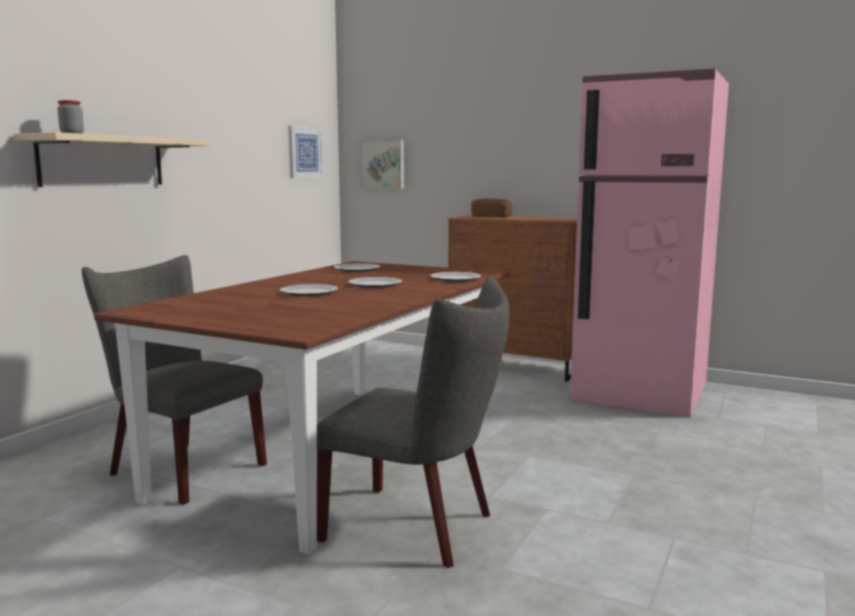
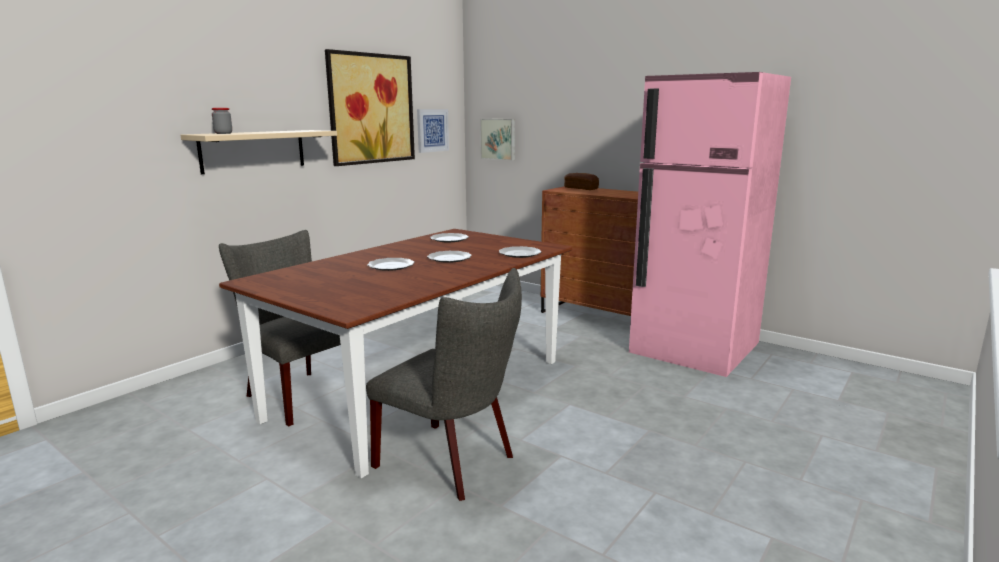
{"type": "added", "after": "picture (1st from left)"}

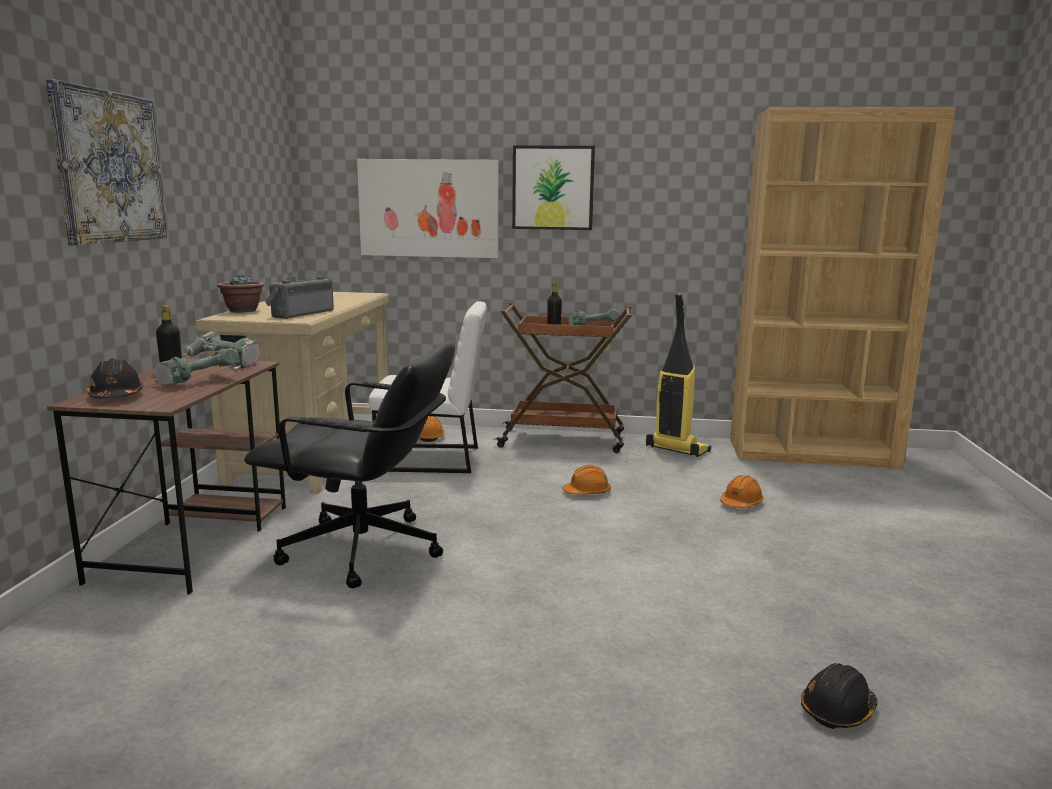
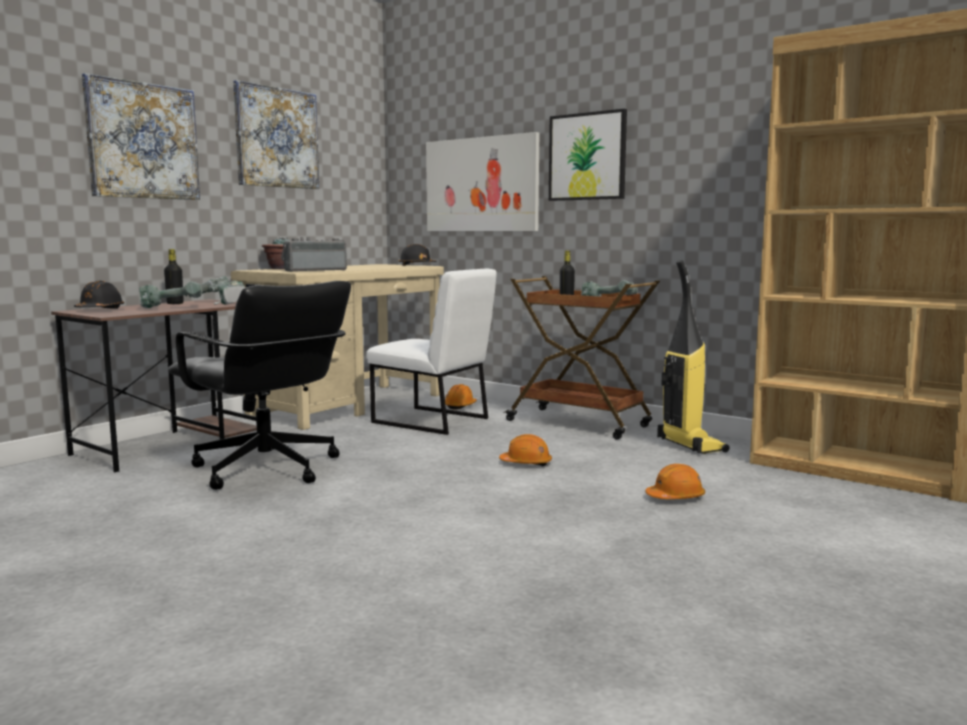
{"type": "moved", "before": "hard hat (black) (2nd from left)"}
{"type": "added", "after": "picture (2nd from left)"}

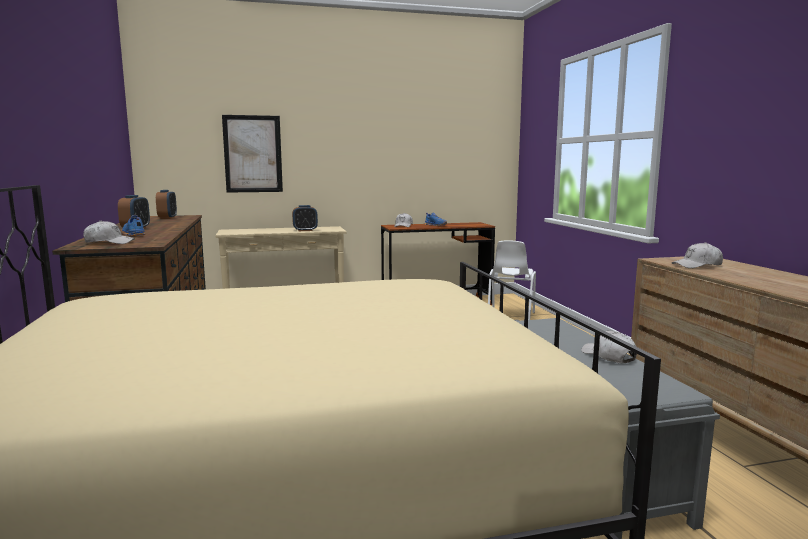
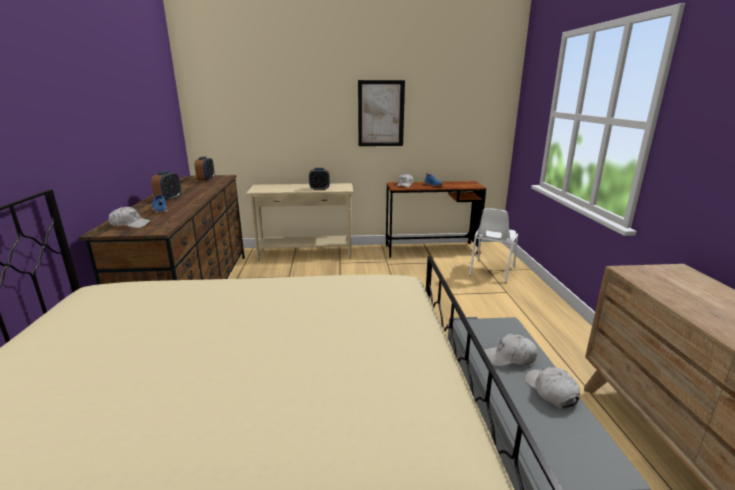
{"type": "moved", "before": "picture"}
{"type": "moved", "before": "cap (white) (4th from left in the first image)", "after": "cap (white) (3rd from left)"}

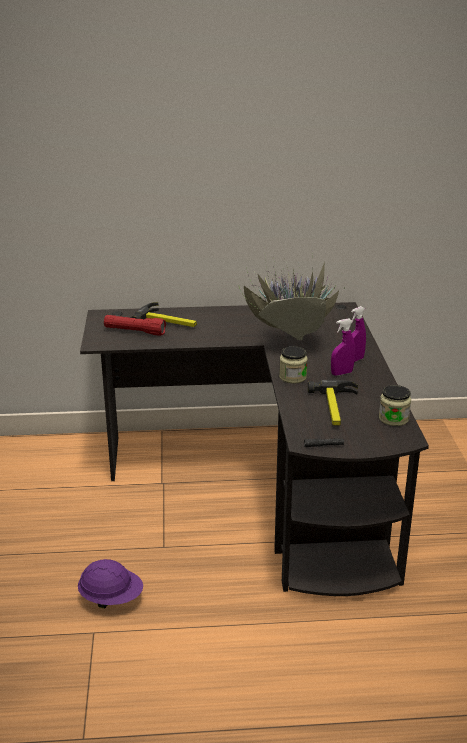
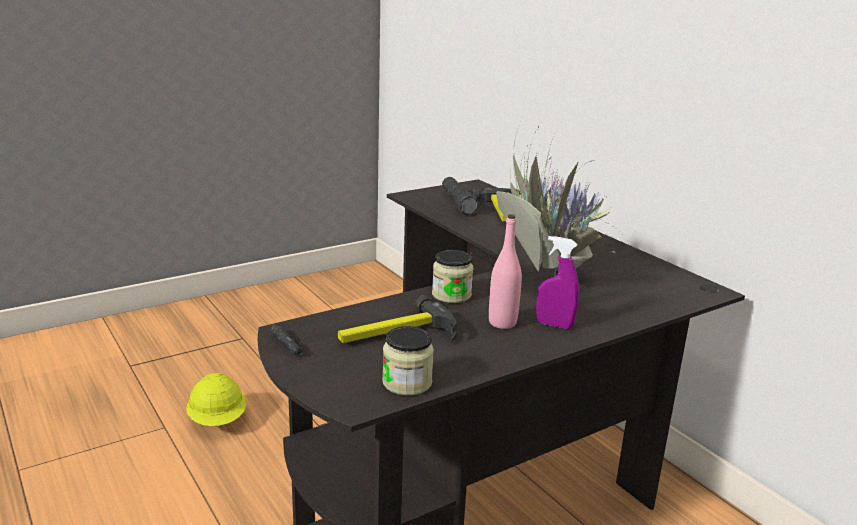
{"type": "recoloured", "before": "flashlight (red)", "after": "flashlight (black) (2nd from left)"}
{"type": "replaced", "before": "spray bottle (purple) (1st from left)", "after": "bottle (pink)"}
{"type": "recoloured", "before": "hard hat (purple)", "after": "hard hat (yellow)"}

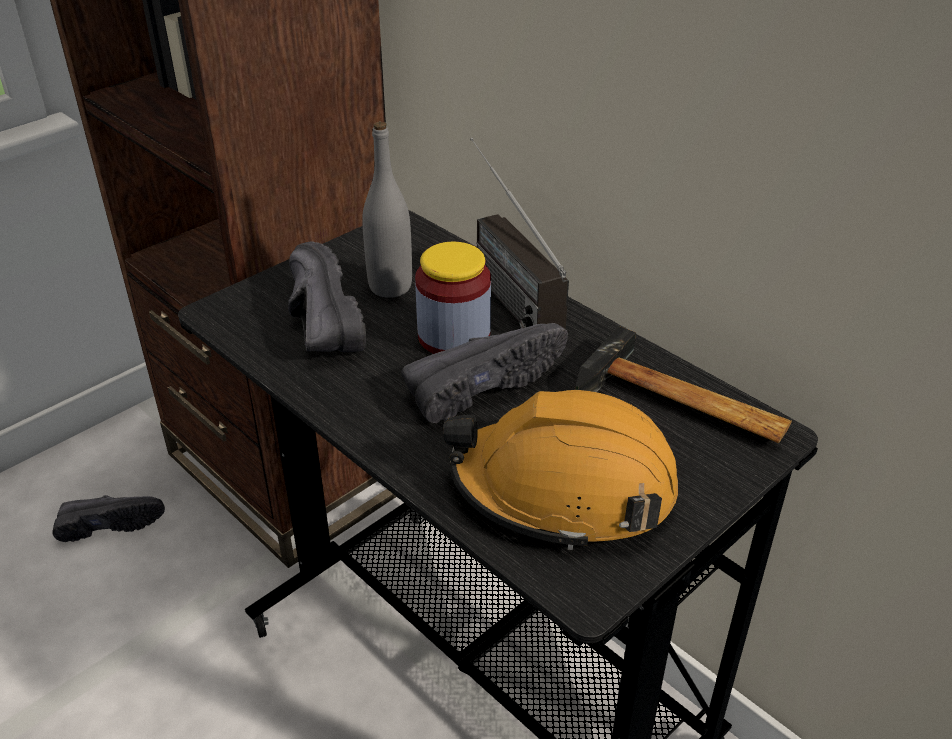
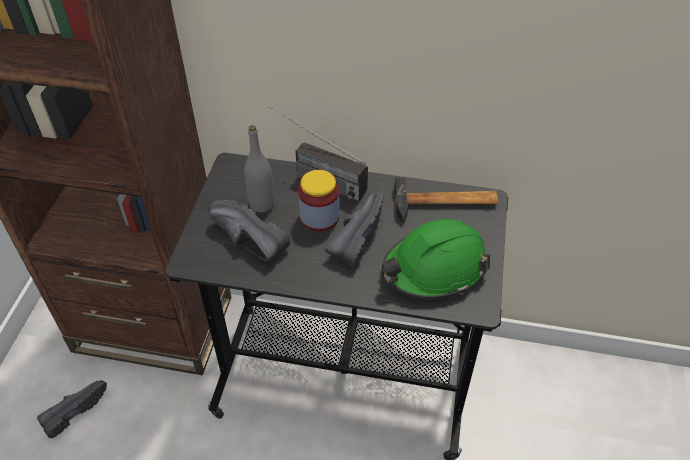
{"type": "recoloured", "before": "hard hat (orange)", "after": "hard hat (green)"}

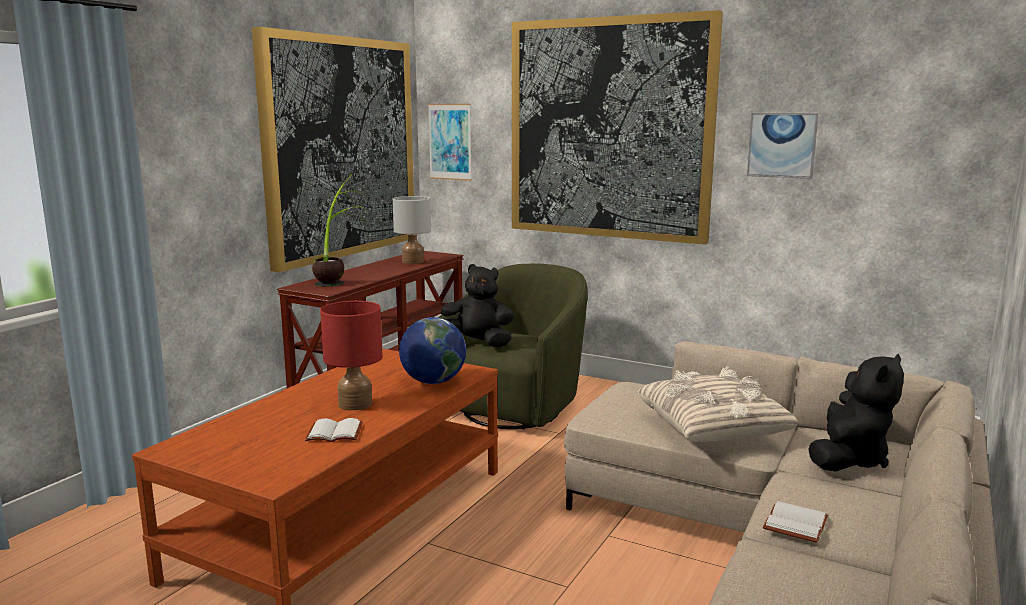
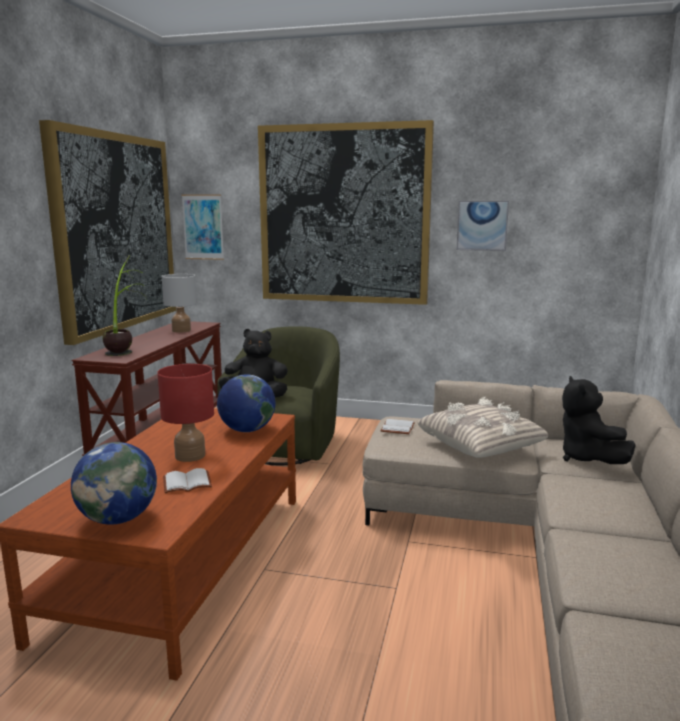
{"type": "turned", "before": "plush toy (black) (2nd from left)", "turn": 150}
{"type": "moved", "before": "book (white) (2nd from left)"}
{"type": "added", "after": "globe (1st from left)"}

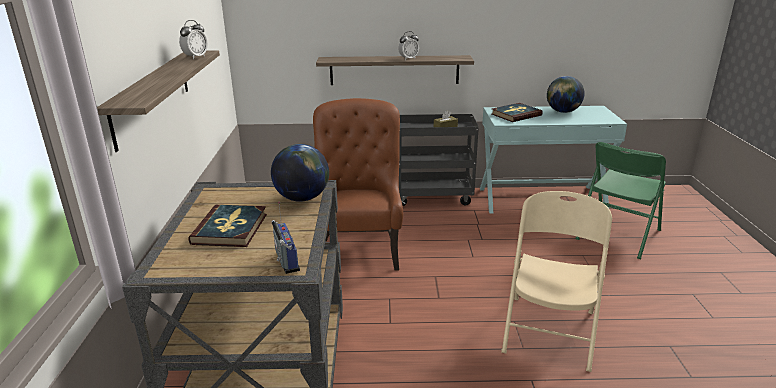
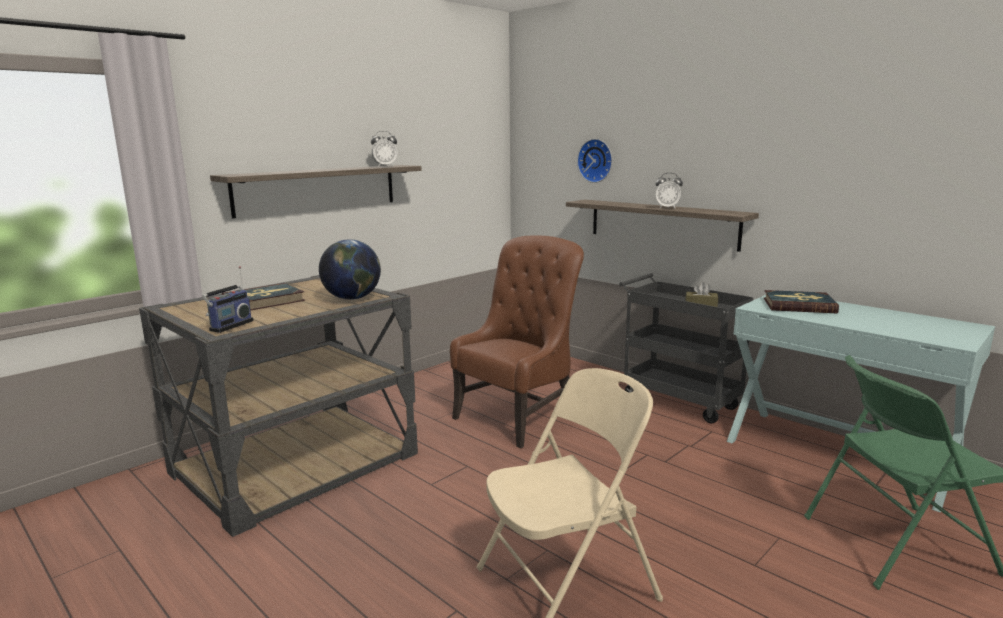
{"type": "removed", "before": "globe (2nd from left)"}
{"type": "added", "after": "wall clock"}

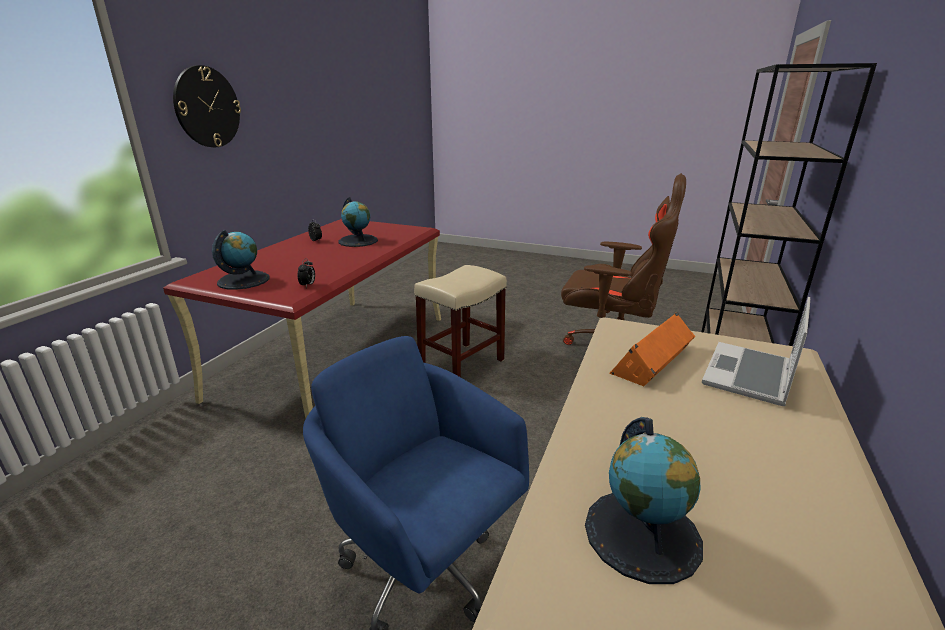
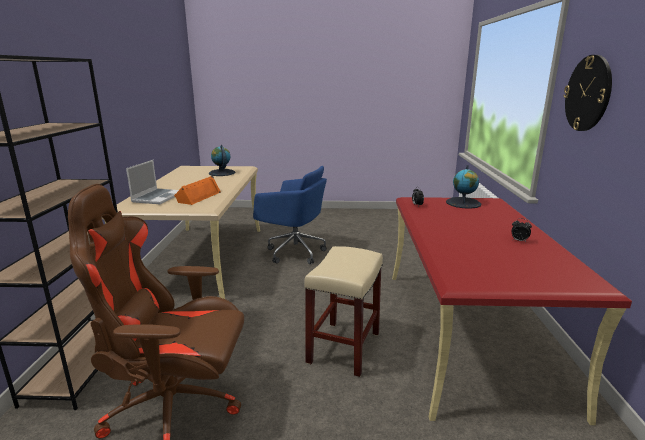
{"type": "removed", "before": "globe (2nd from left)"}

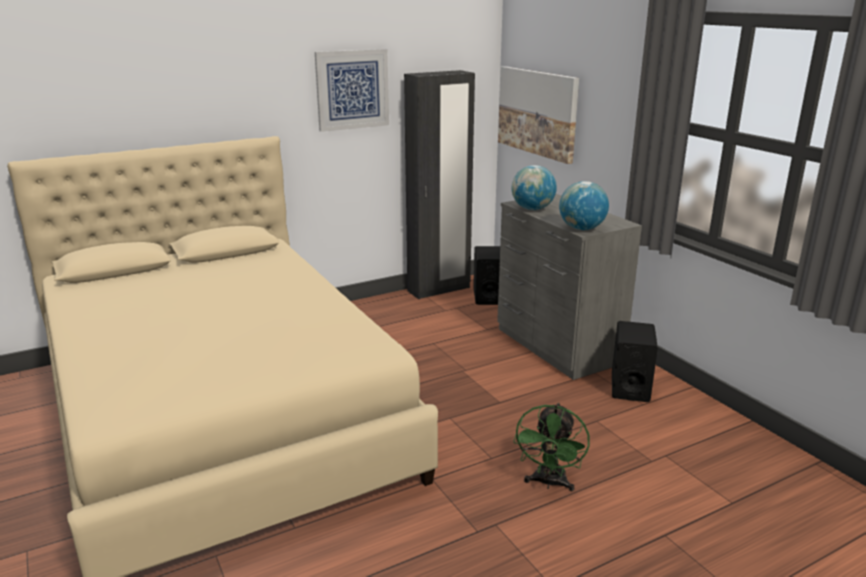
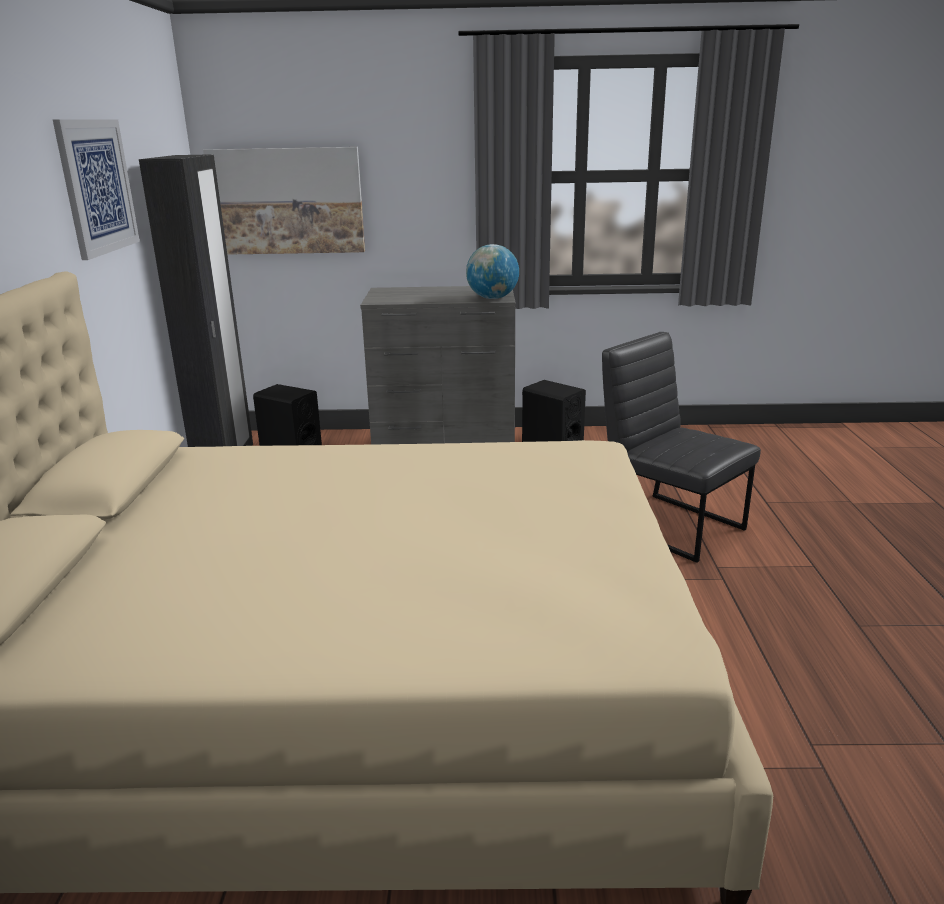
{"type": "removed", "before": "globe (1st from left)"}
{"type": "replaced", "before": "fan (green)", "after": "chair (grey)"}

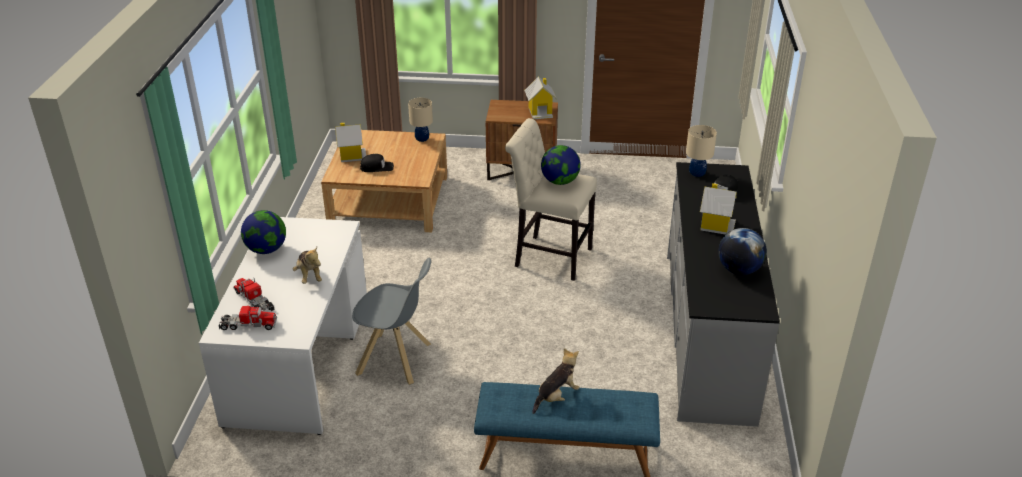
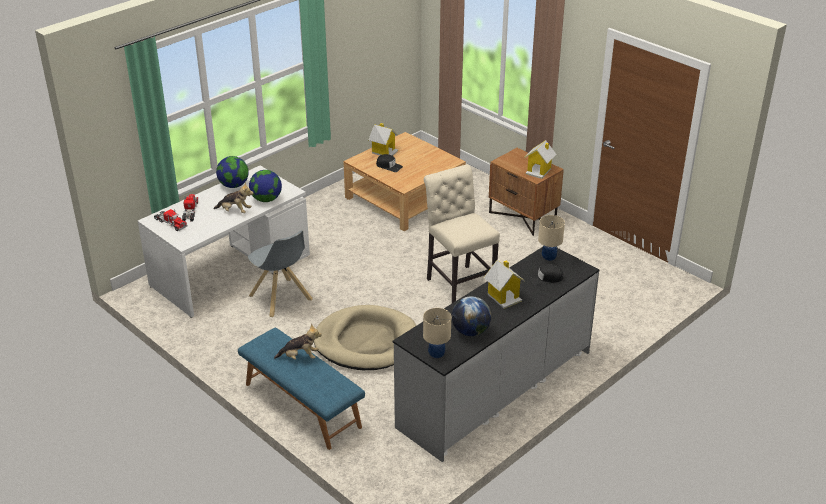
{"type": "moved", "before": "table lamp (beige) (1st from left)"}
{"type": "moved", "before": "globe (2nd from left)"}
{"type": "turned", "before": "plush toy (1st from left)", "turn": -90}
{"type": "added", "after": "dog bed (beige)"}

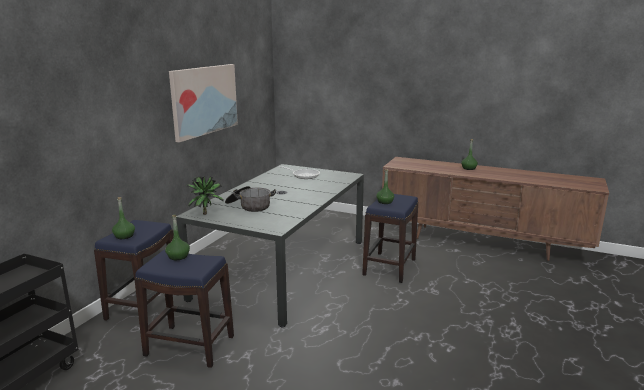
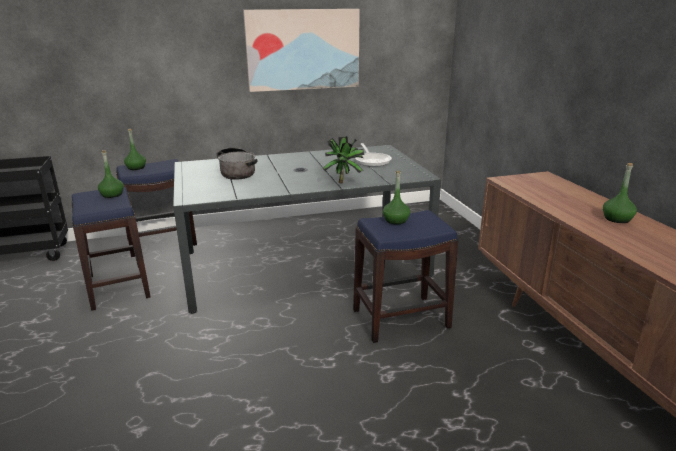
{"type": "moved", "before": "potted plant"}

